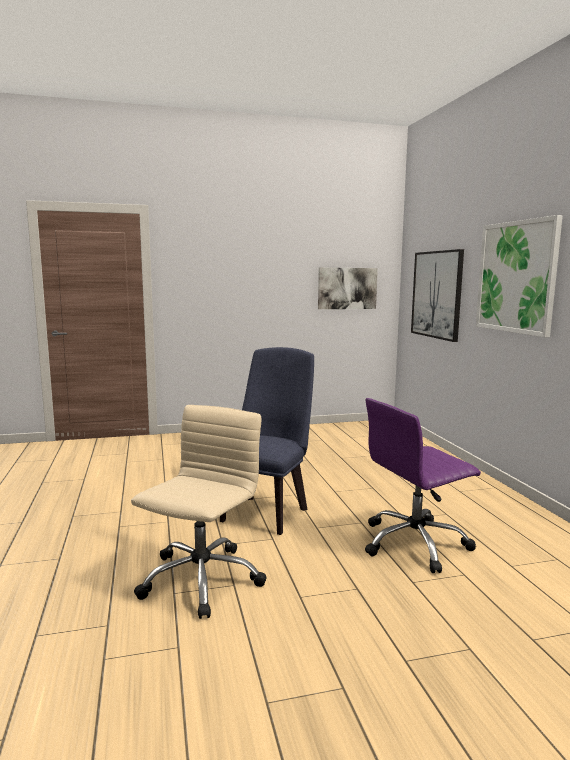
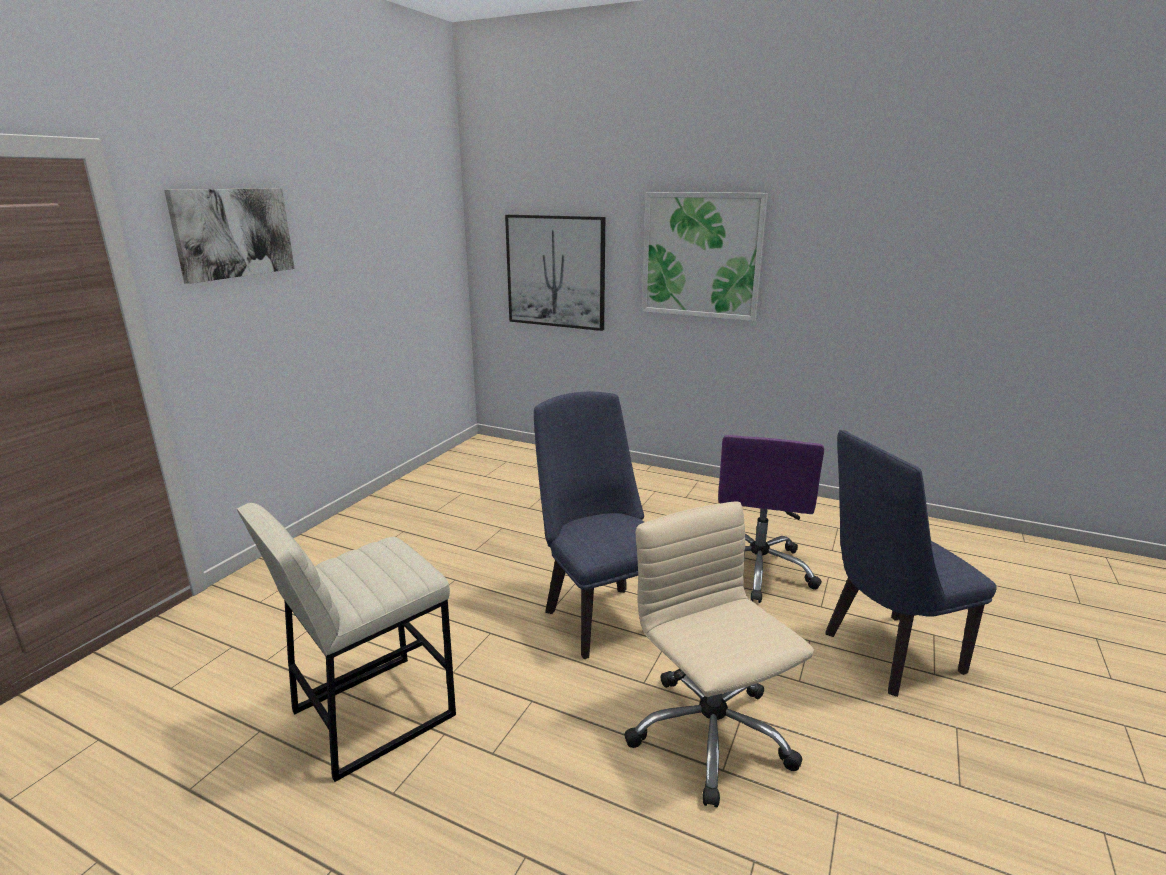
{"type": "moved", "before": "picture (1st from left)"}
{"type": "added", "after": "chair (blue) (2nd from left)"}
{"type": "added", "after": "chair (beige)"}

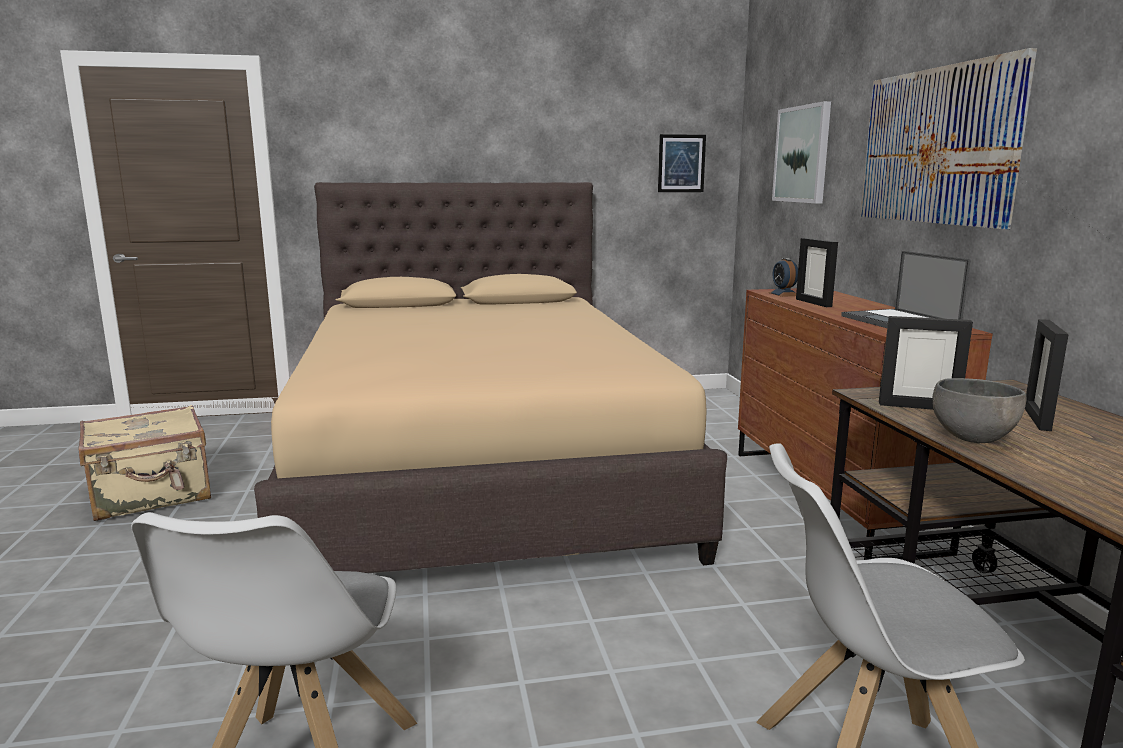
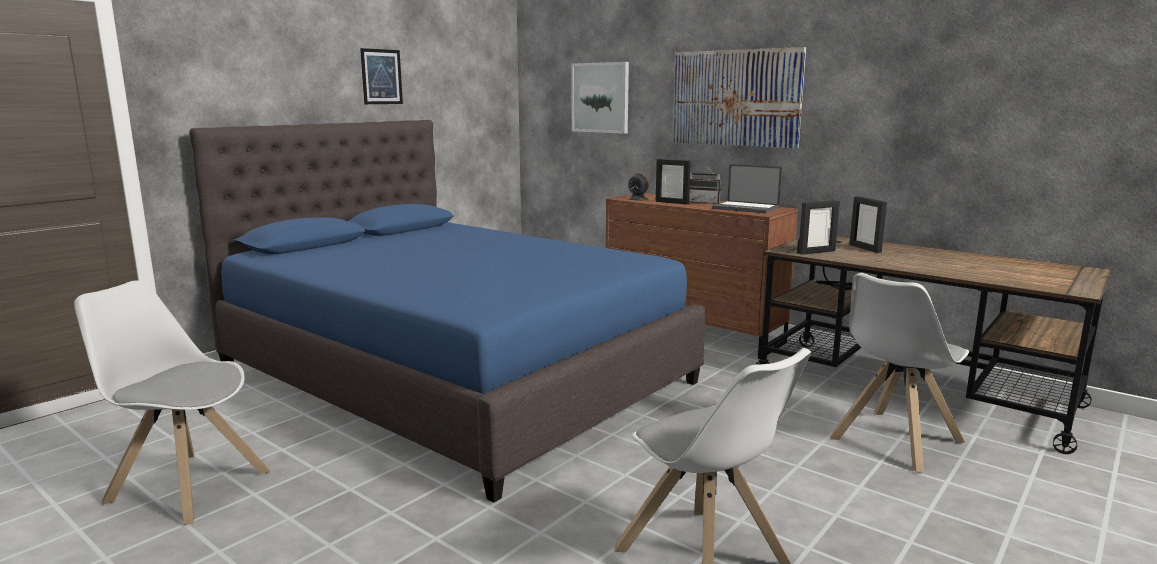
{"type": "moved", "before": "picture (1st from left)"}
{"type": "recoloured", "before": "bed (beige)", "after": "bed (blue)"}
{"type": "removed", "before": "bowl (grey)"}
{"type": "replaced", "before": "suitcase (beige)", "after": "chair (1st from left)"}
{"type": "added", "after": "radio"}

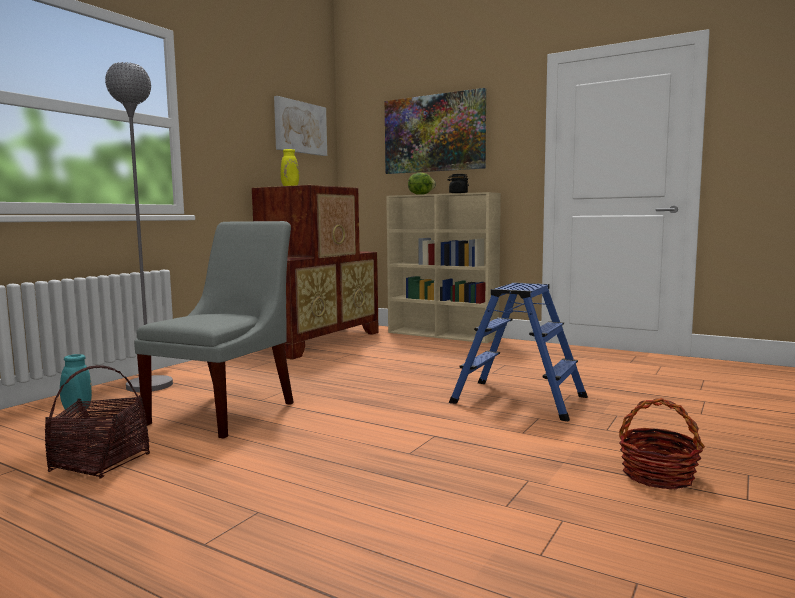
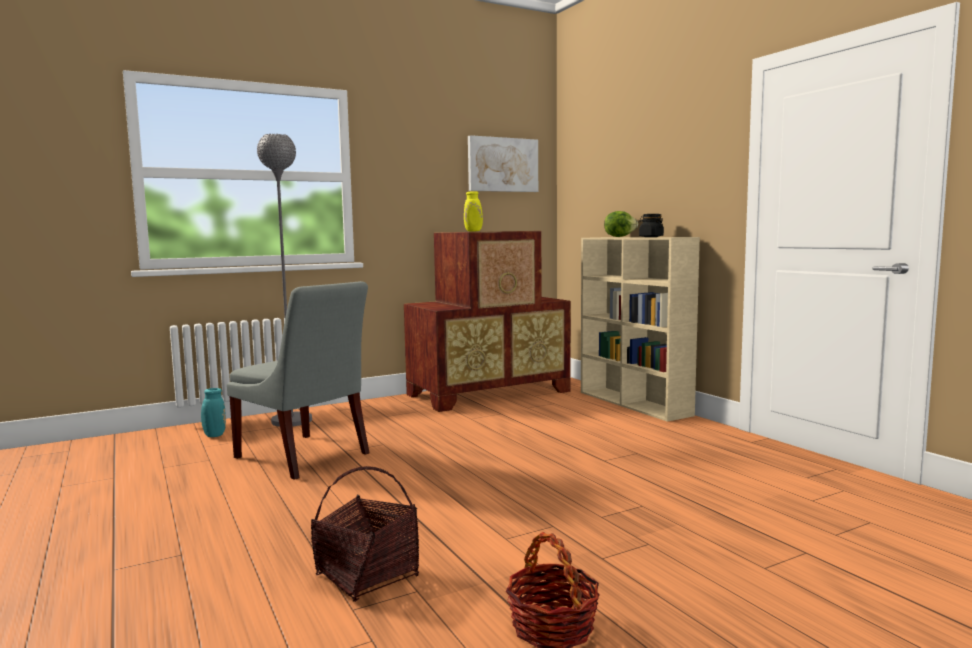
{"type": "removed", "before": "picture (2nd from left)"}
{"type": "turned", "before": "chair (grey)", "turn": 75}
{"type": "removed", "before": "step ladder (blue)"}
{"type": "moved", "before": "basket (1st from left)"}

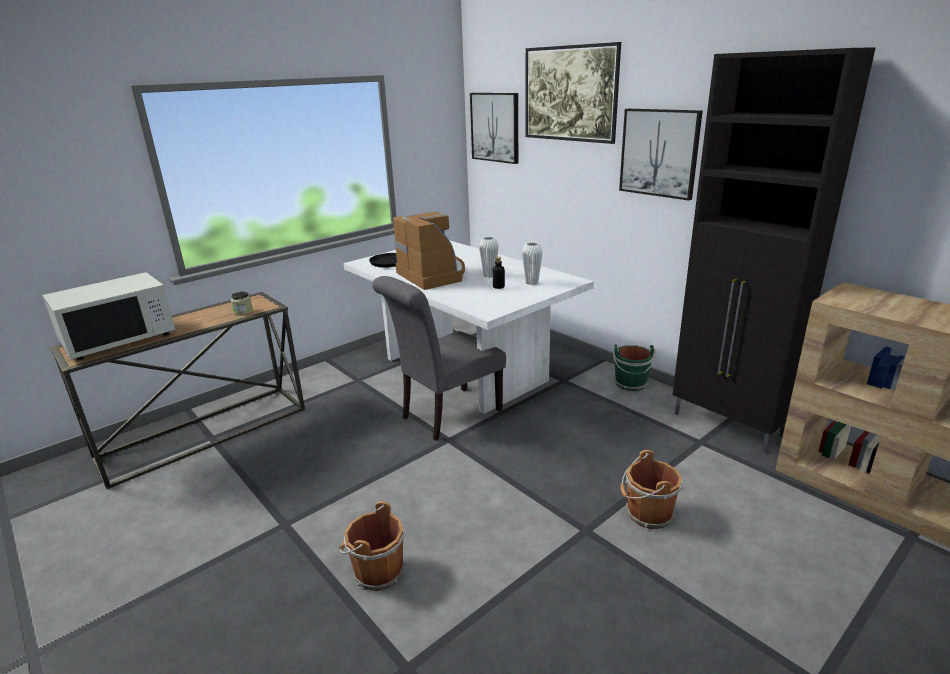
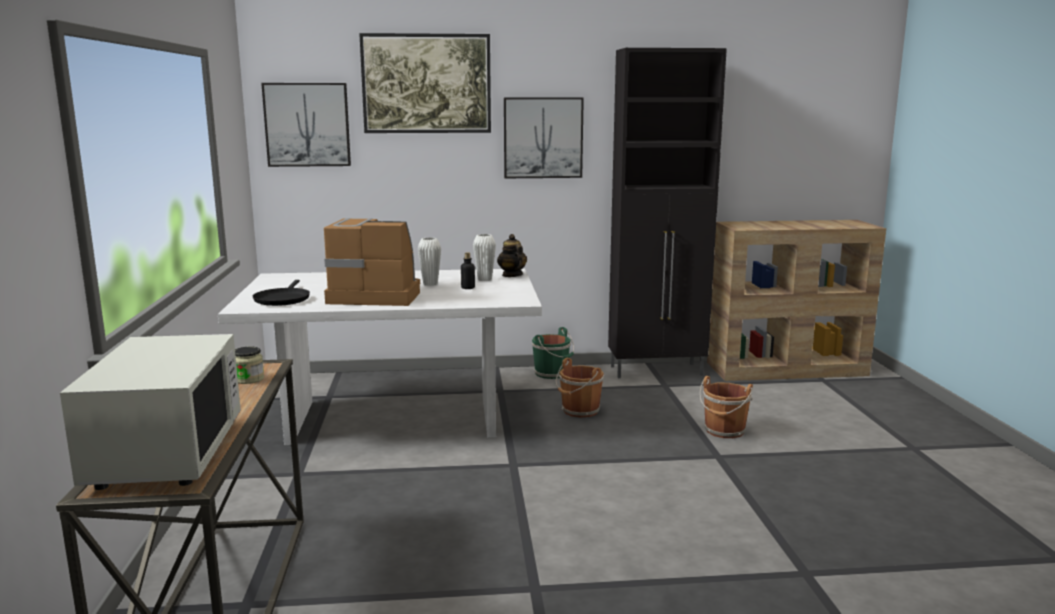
{"type": "removed", "before": "chair (grey)"}
{"type": "moved", "before": "bucket (brown) (1st from left)"}
{"type": "added", "after": "teapot"}

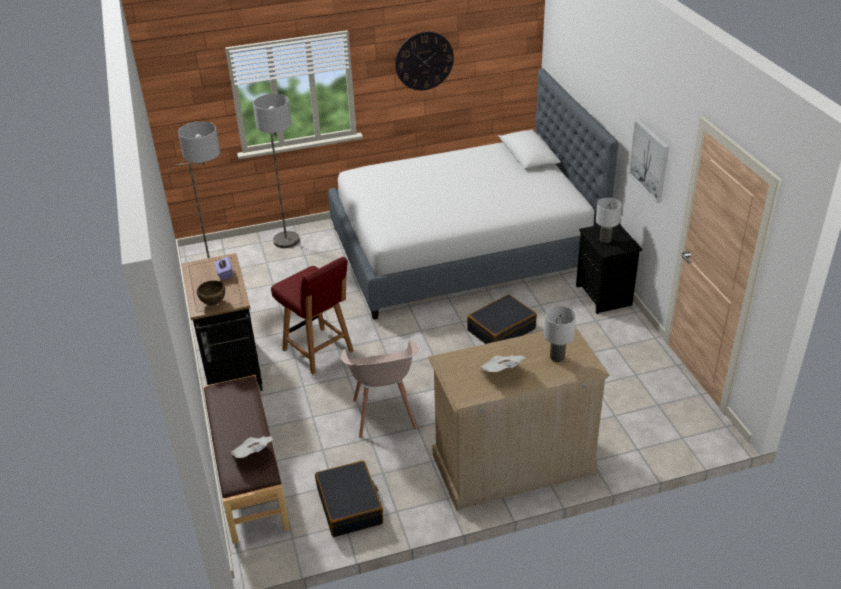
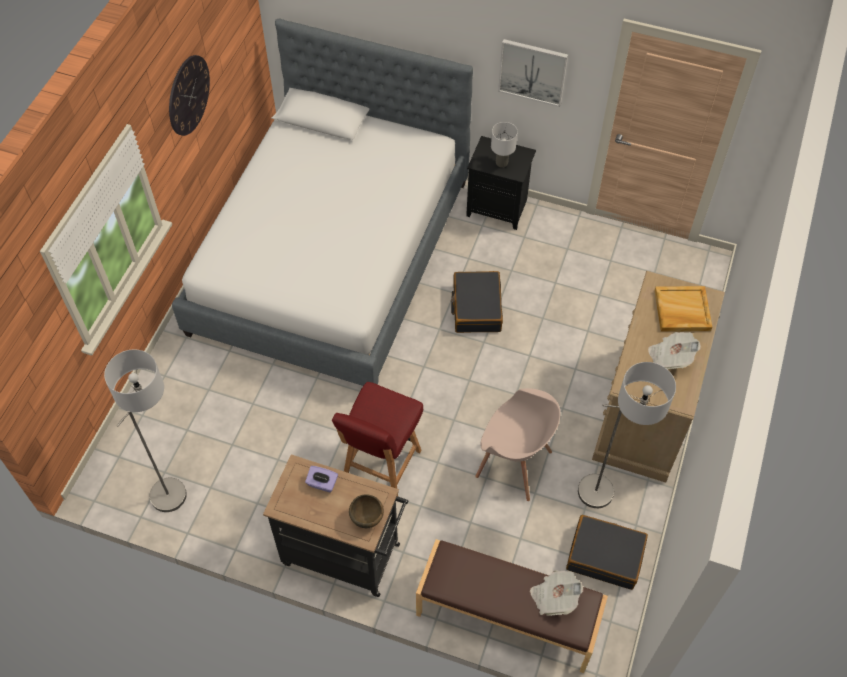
{"type": "moved", "before": "floor lamp (grey) (2nd from left)"}
{"type": "turned", "before": "chair (red)", "turn": 120}
{"type": "replaced", "before": "table lamp (white) (1st from left)", "after": "tray (beige)"}

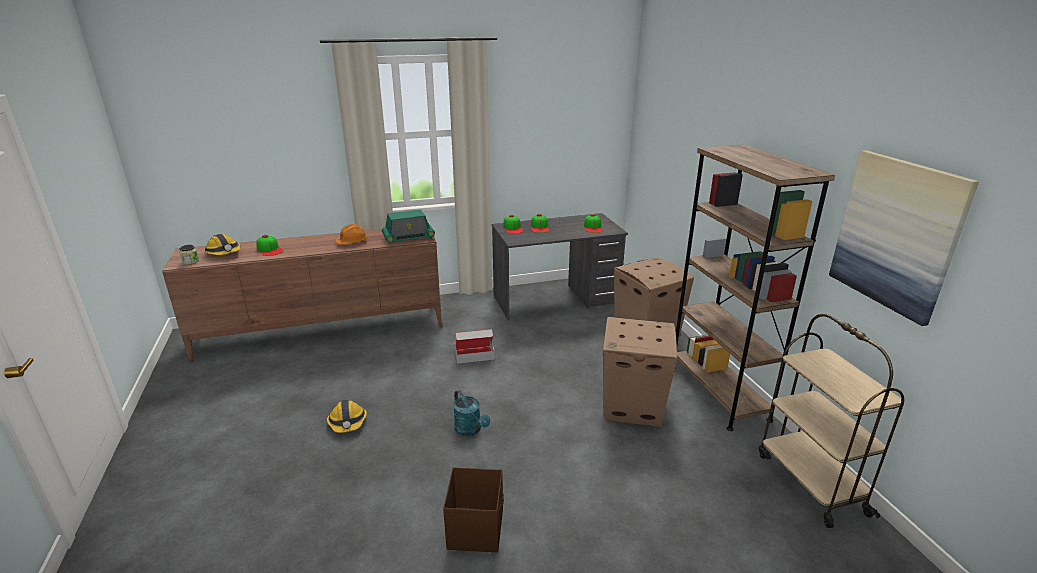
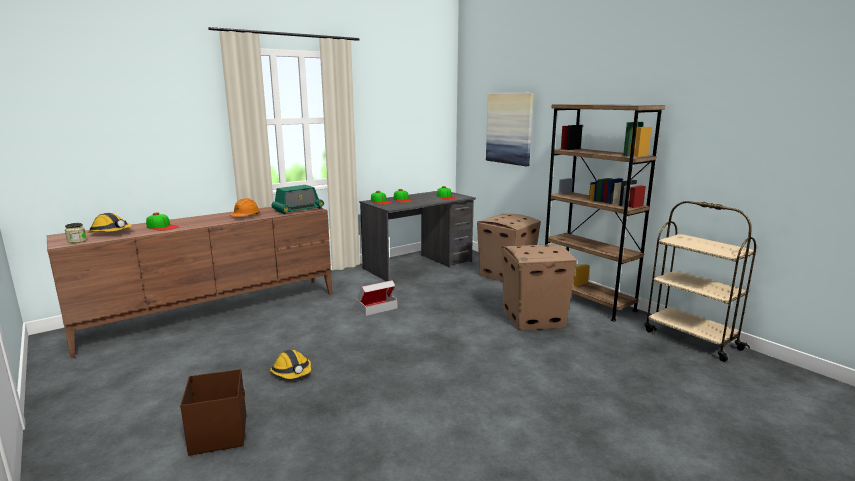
{"type": "moved", "before": "picture"}
{"type": "removed", "before": "watering can (turquoise)"}
{"type": "moved", "before": "storage box (brown)"}

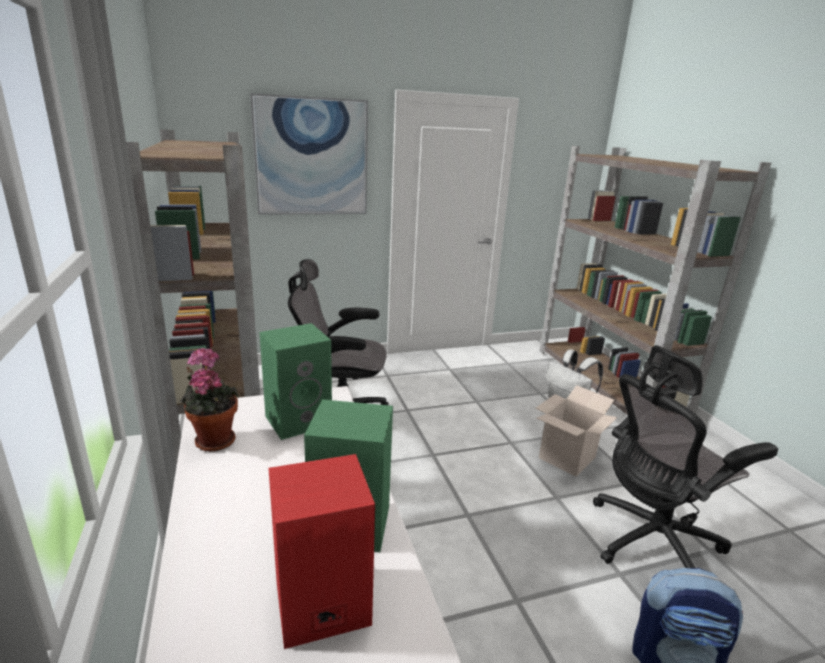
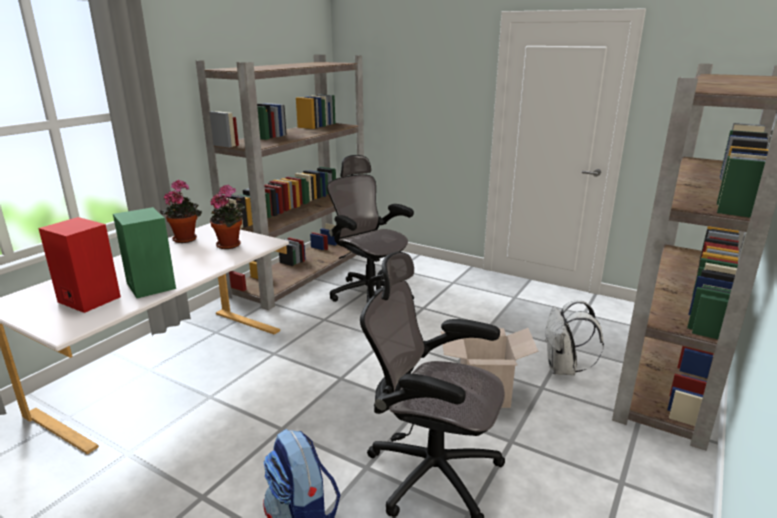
{"type": "removed", "before": "picture"}
{"type": "replaced", "before": "speaker (green) (1st from left)", "after": "potted plant (2nd from left)"}

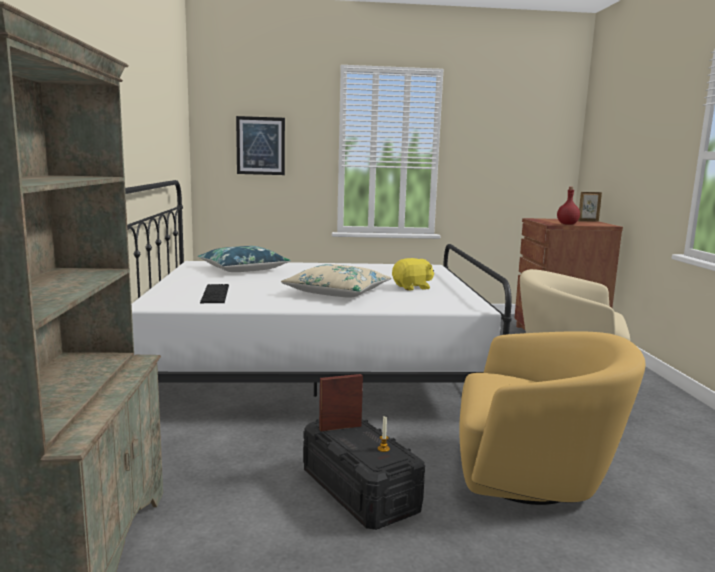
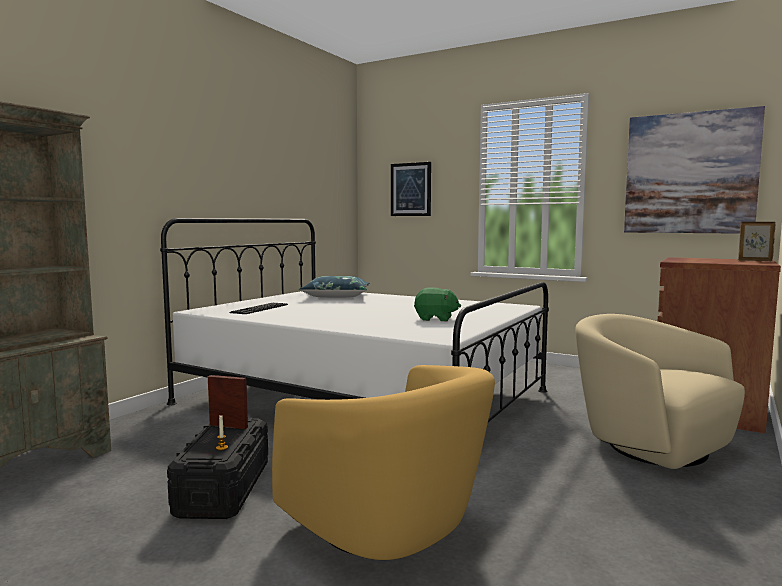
{"type": "removed", "before": "bottle (red)"}
{"type": "recoloured", "before": "plush toy (yellow)", "after": "plush toy (green)"}
{"type": "removed", "before": "pillow (beige)"}
{"type": "added", "after": "picture (2nd from left)"}

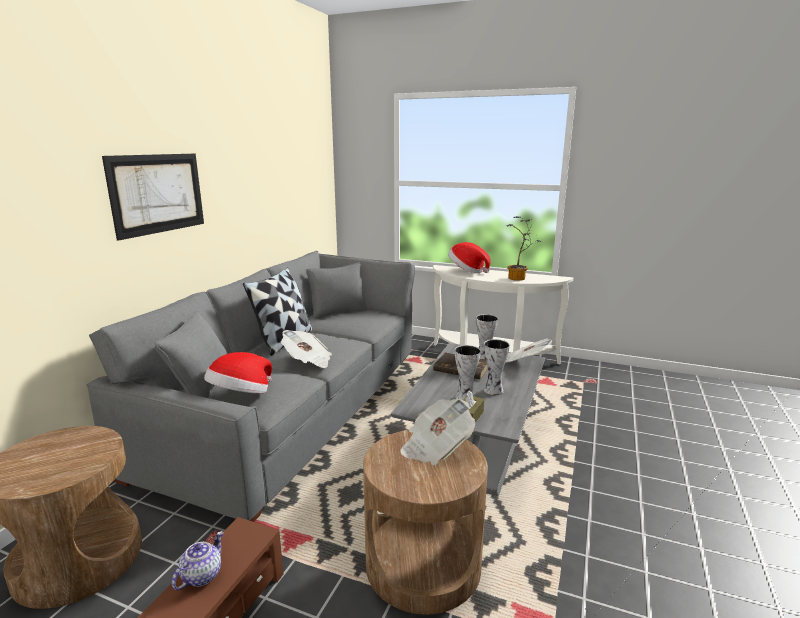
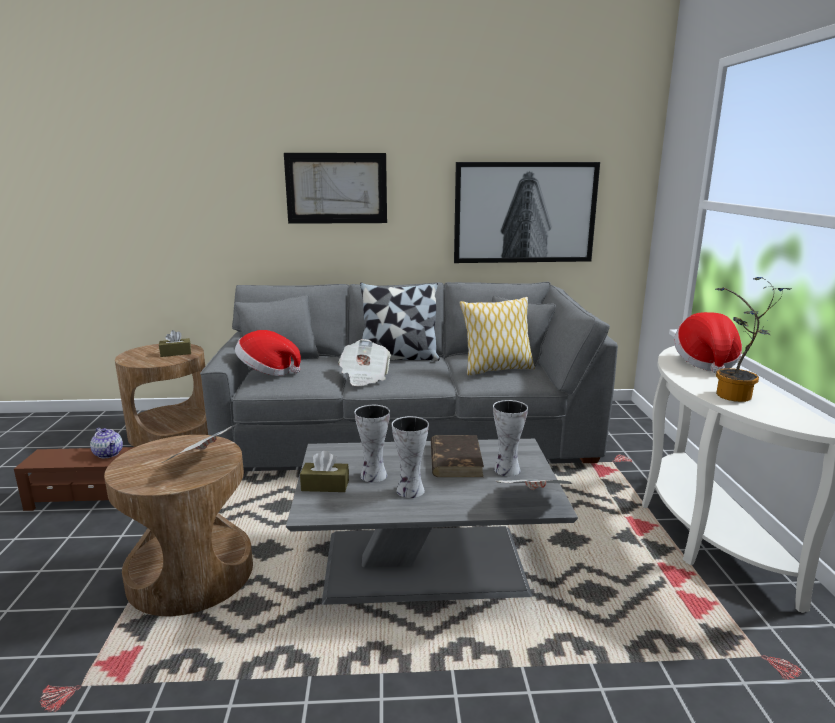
{"type": "turned", "before": "teapot", "turn": 45}
{"type": "added", "after": "picture (2nd from left)"}
{"type": "added", "after": "pillow (2nd from left)"}
{"type": "added", "after": "tissue box (brown) (1st from left)"}

